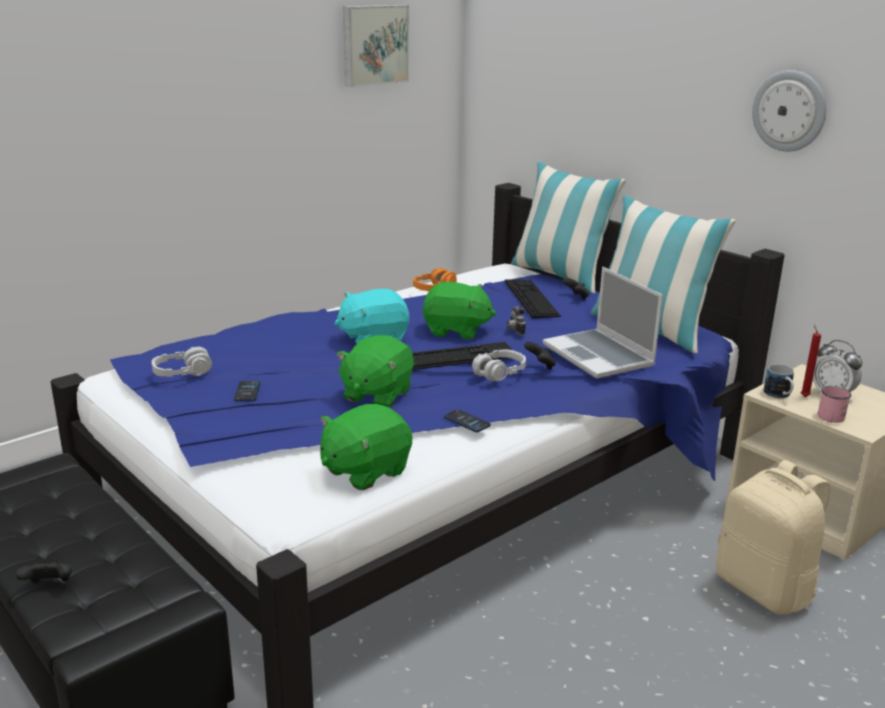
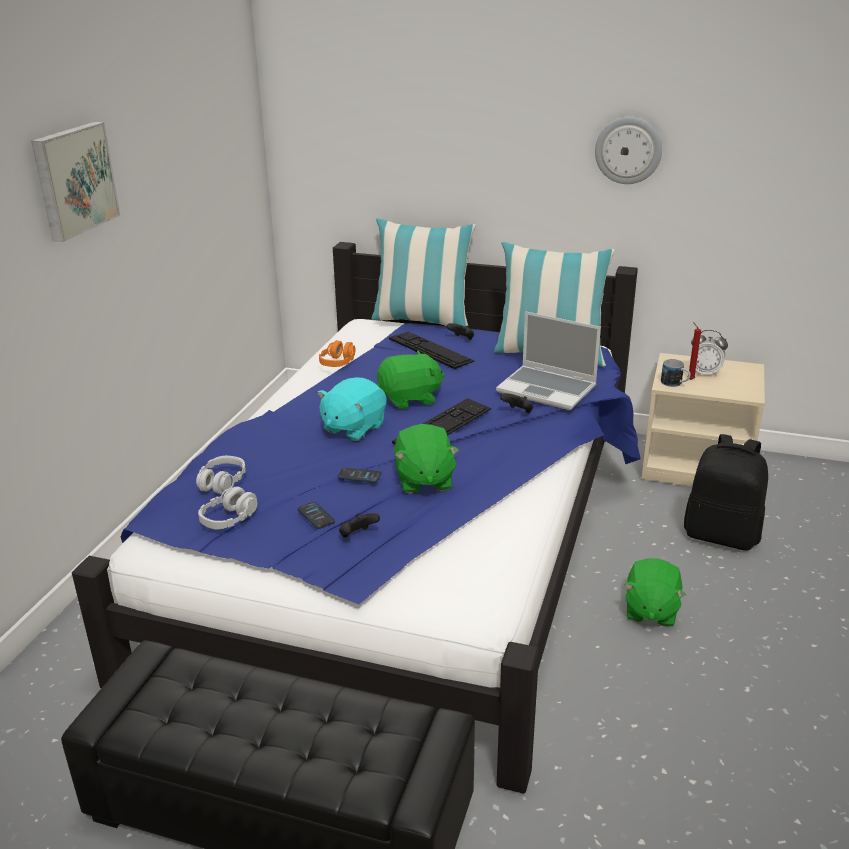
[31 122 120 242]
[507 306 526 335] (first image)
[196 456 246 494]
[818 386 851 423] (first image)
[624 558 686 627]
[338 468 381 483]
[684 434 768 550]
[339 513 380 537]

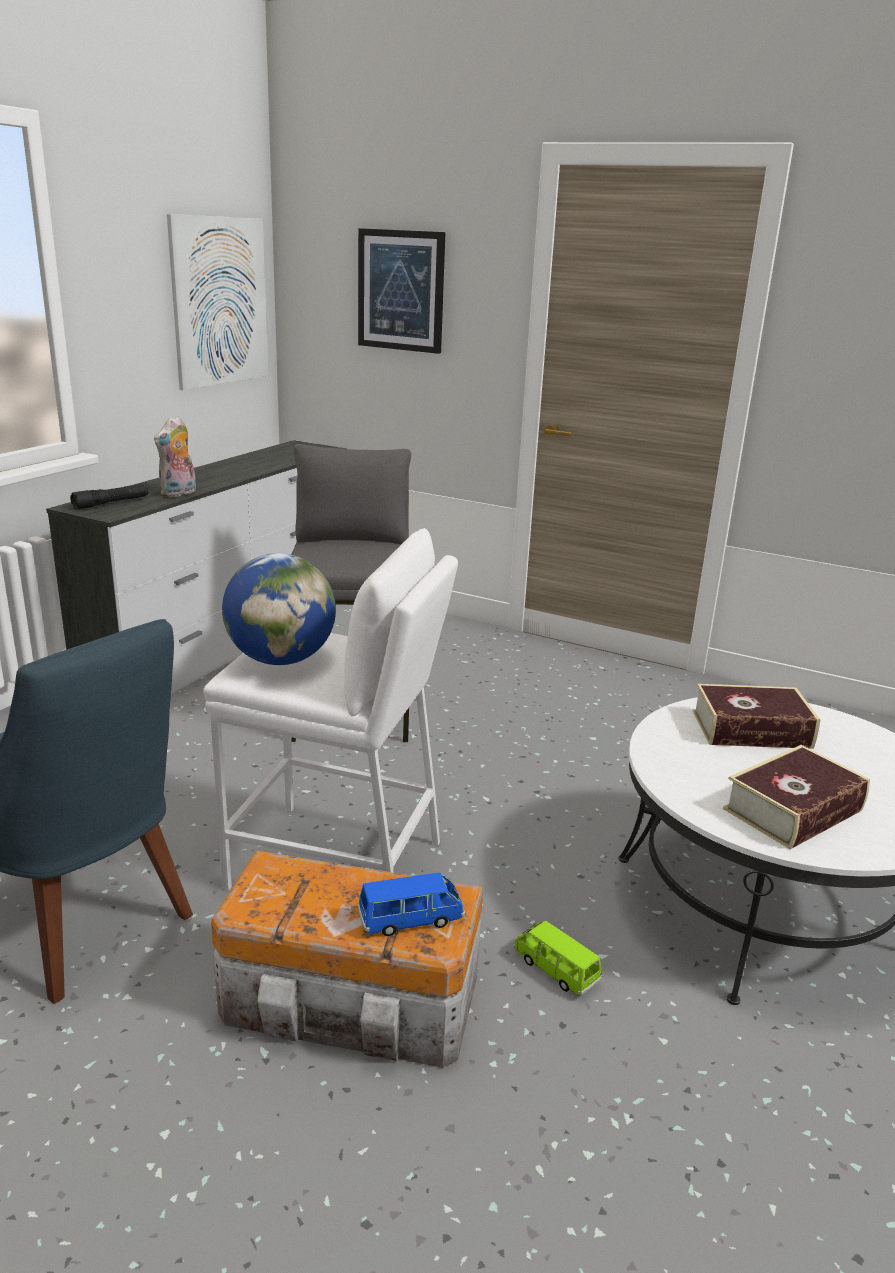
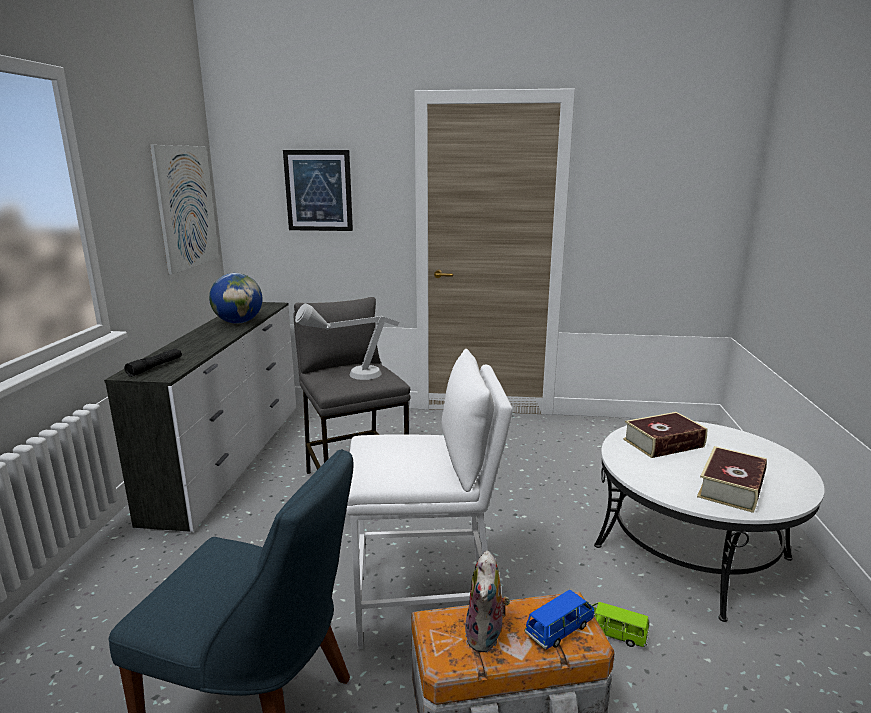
[465 550 510 652]
[209 273 262 324]
[295 303 399 380]

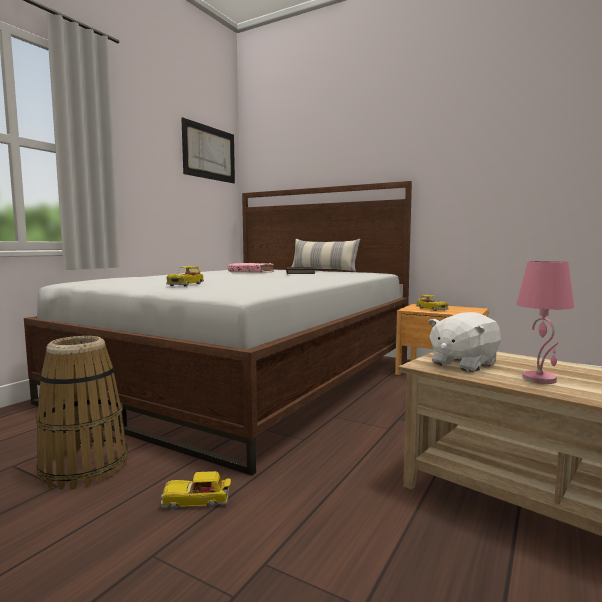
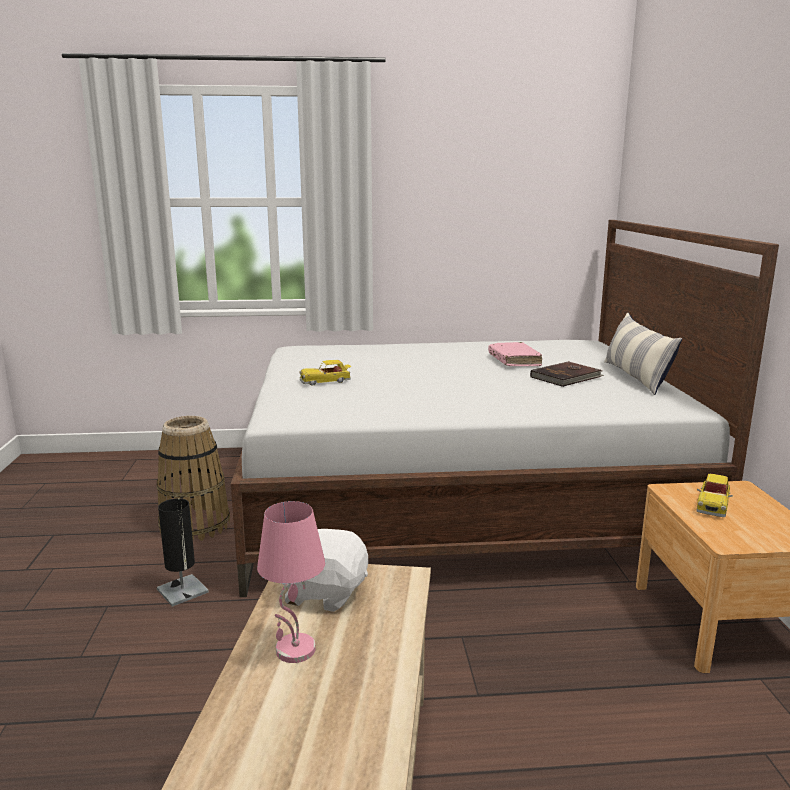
[181 117 235 183] (first image)
[157 498 209 607]

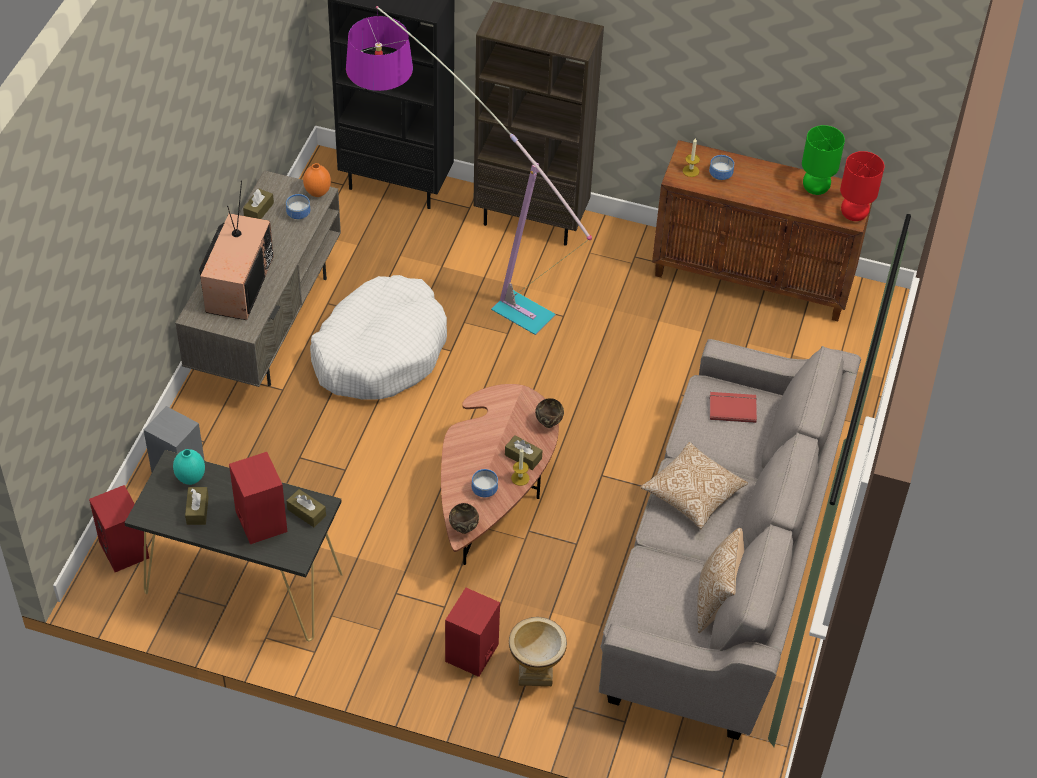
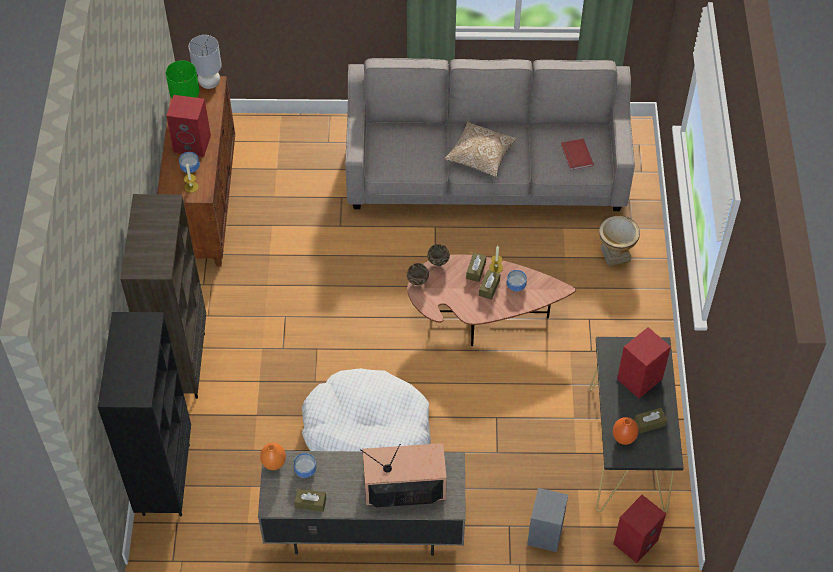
[346 6 592 335] (first image)
[189 35 222 89]
[561 138 594 171]
[613 417 639 445]
[479 270 500 300]
[407 263 429 285]
[697 528 744 633] (first image)
[166 95 211 157]

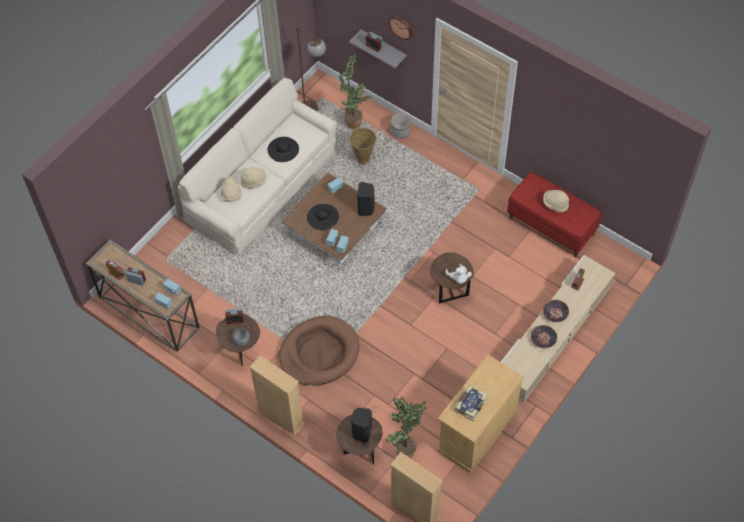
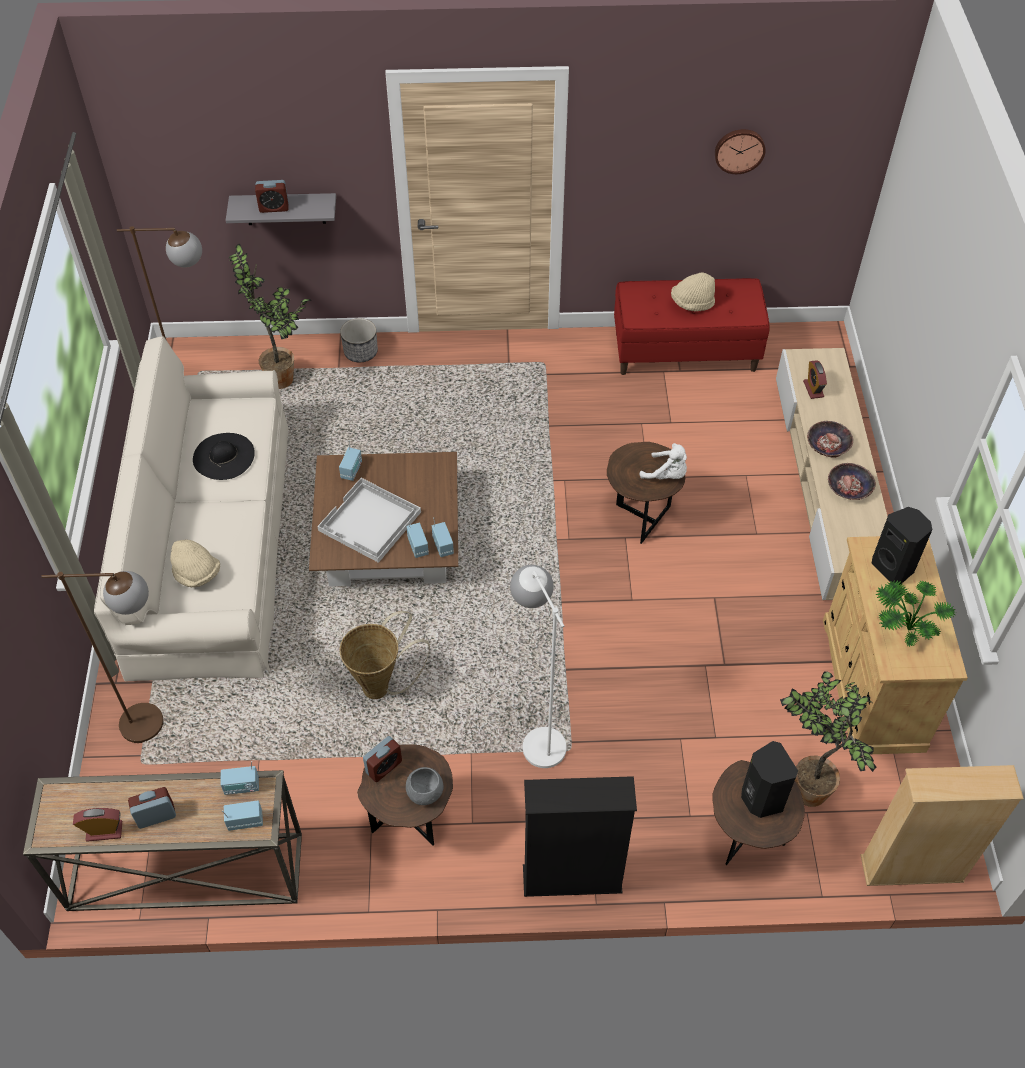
[715 129 766 174]
[340 611 430 699]
[241 167 267 189] (first image)
[872 507 932 585]
[317 478 421 563]
[510 565 567 768]
[523 776 637 897]
[875 580 956 647]
[41 571 163 743]

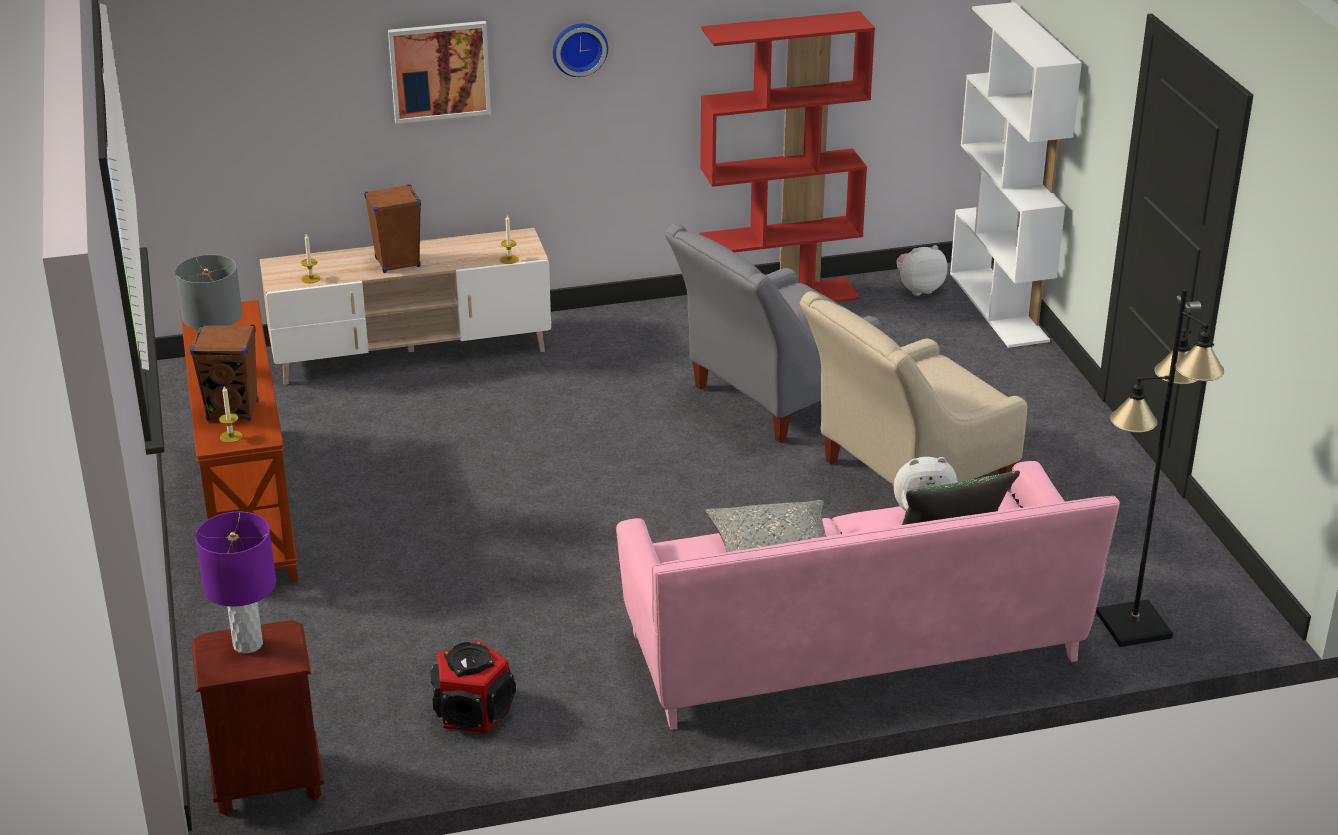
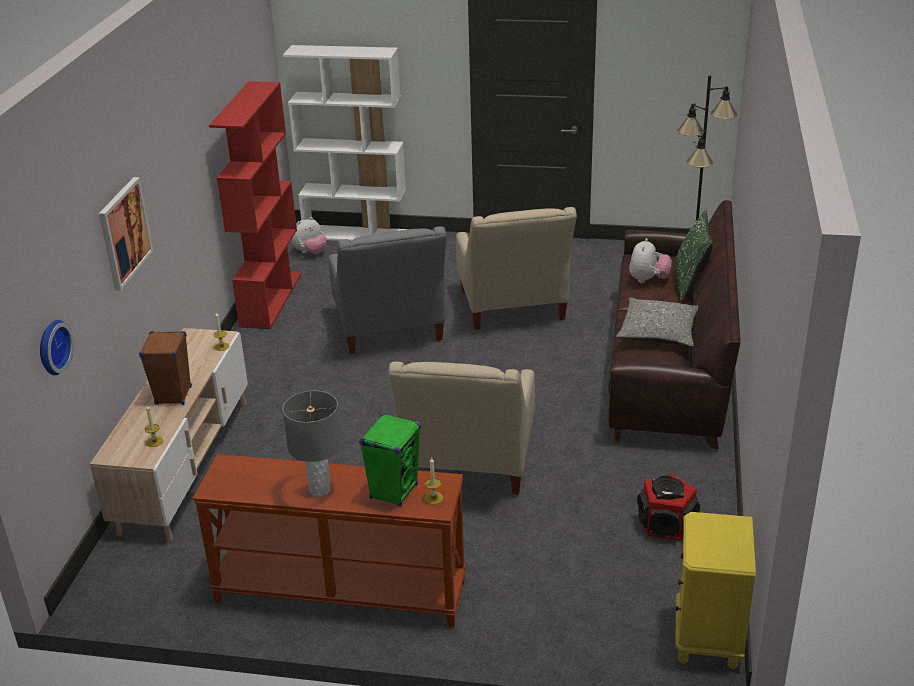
[40 320 74 375]
[291 217 327 254]
[359 413 421 507]
[608 200 741 449]
[195 512 276 654] (first image)
[675 512 756 670]
[388 361 535 495]

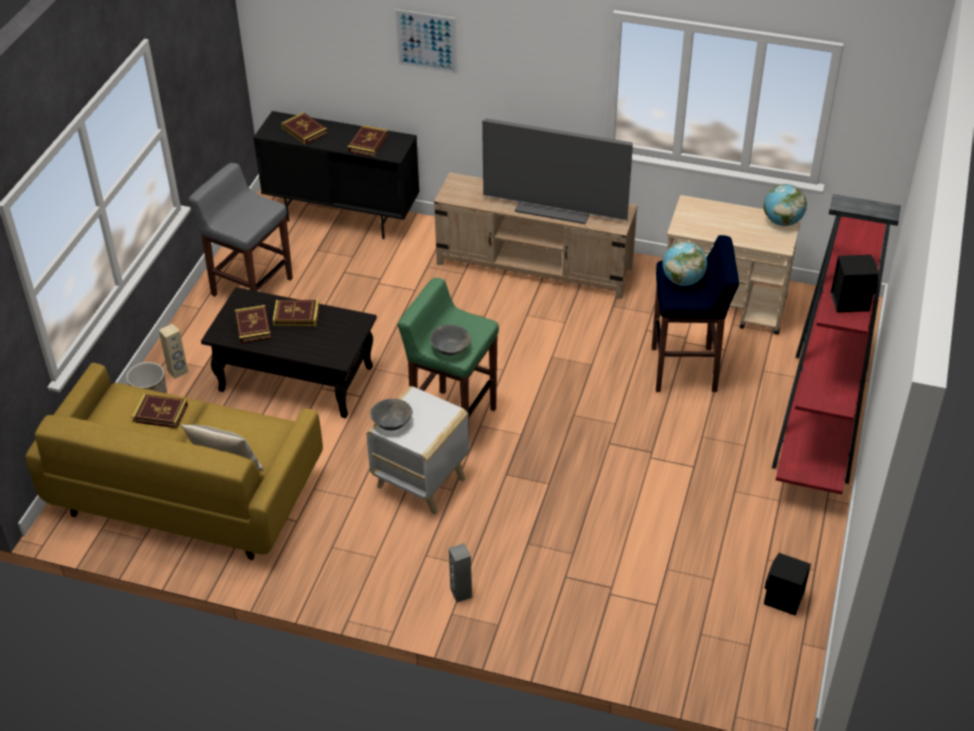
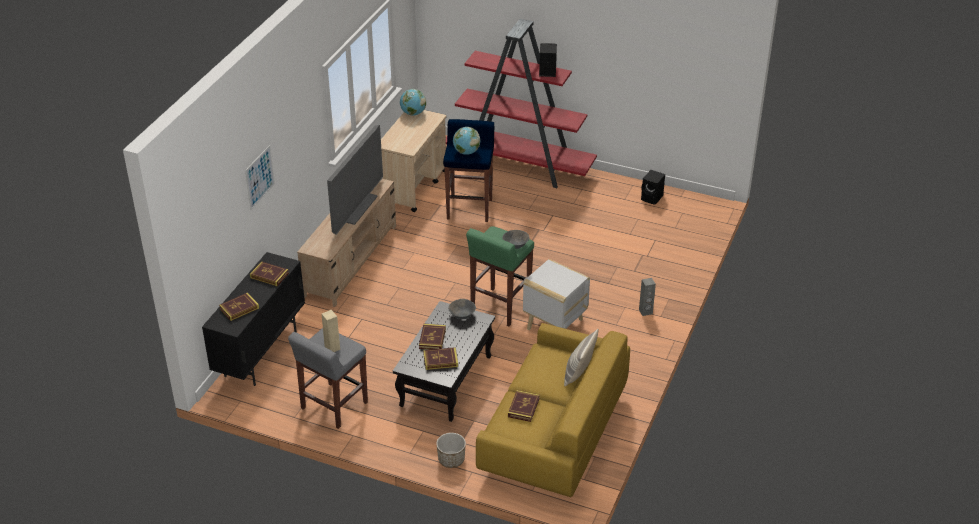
[322 310 340 352]
[448 299 476 319]

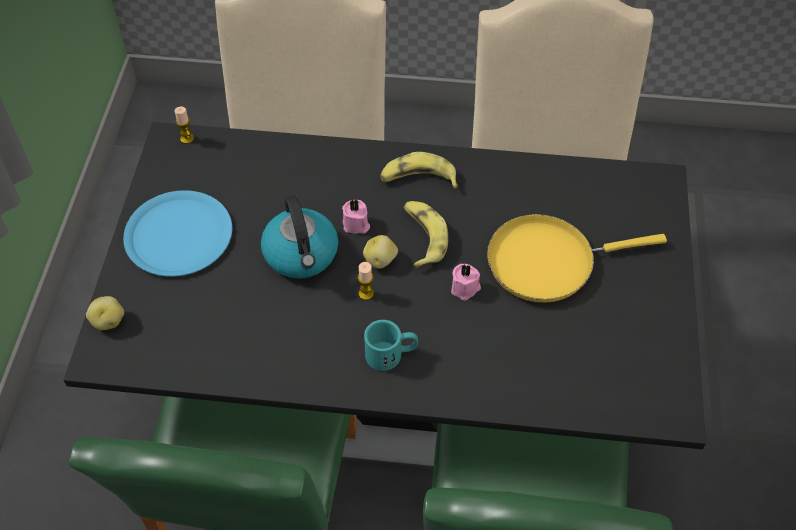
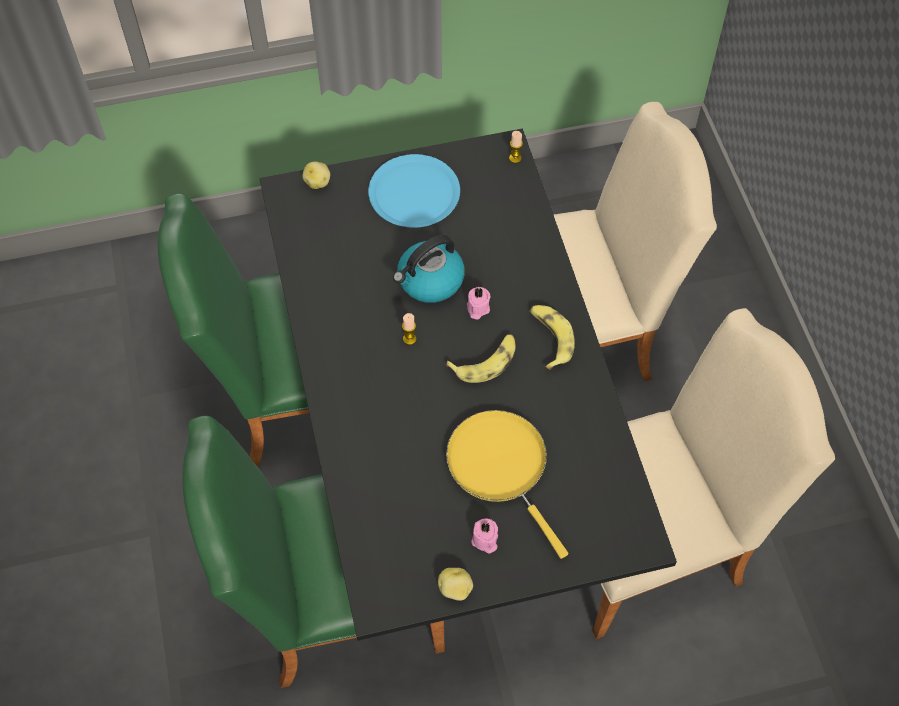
[438 568 473 601]
[471 519 498 554]
[364 320 418 371] (first image)

